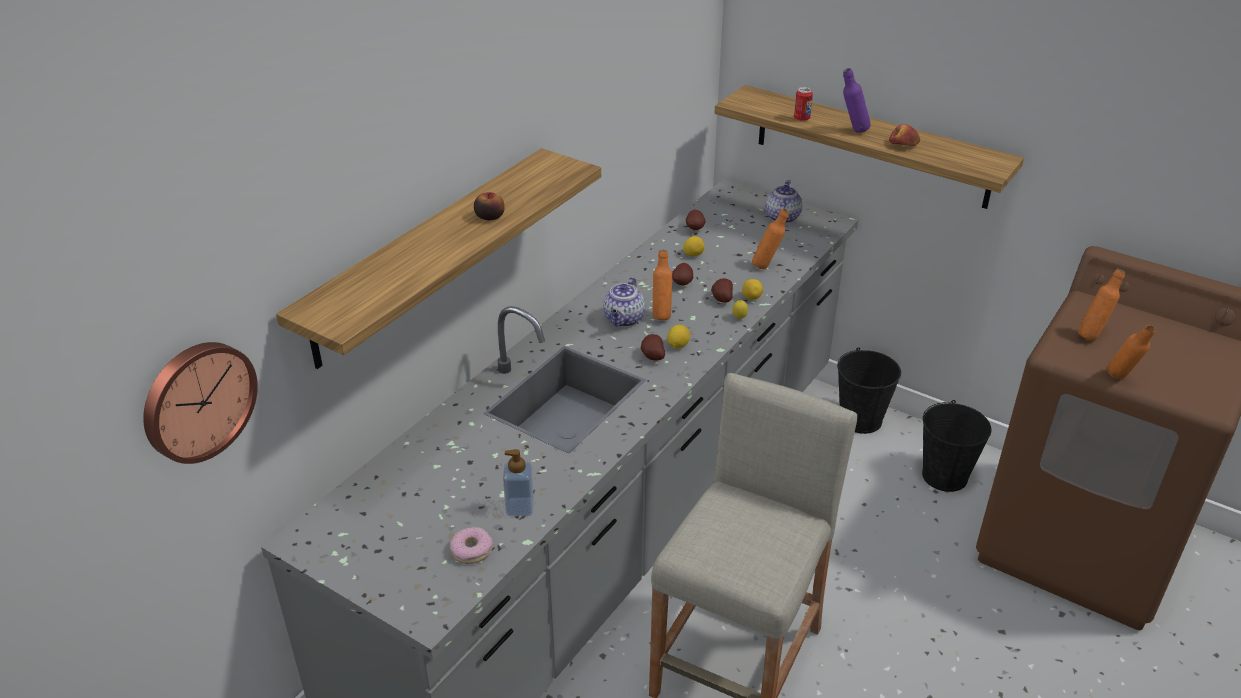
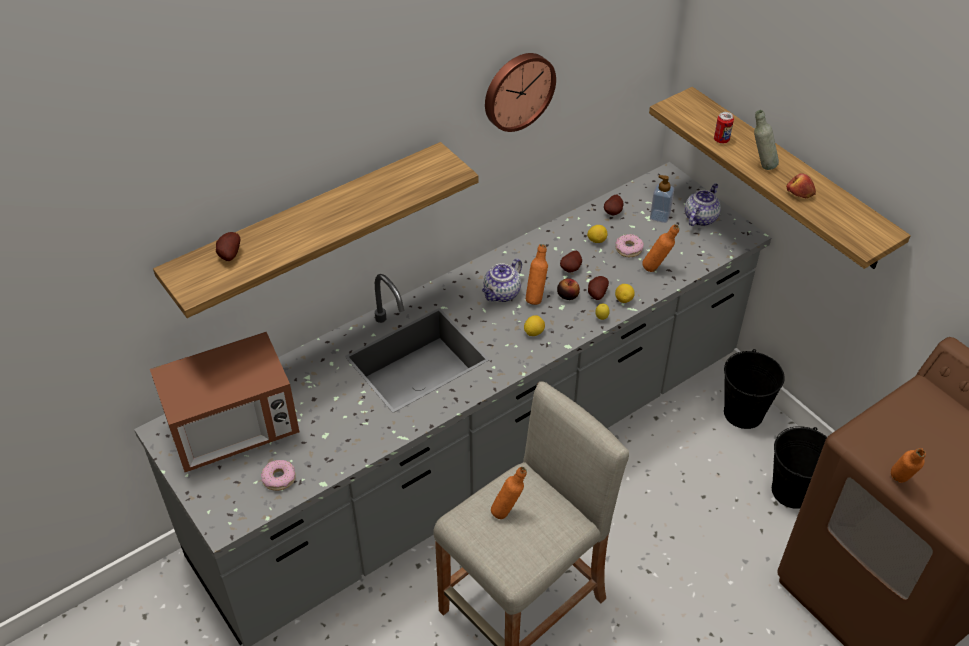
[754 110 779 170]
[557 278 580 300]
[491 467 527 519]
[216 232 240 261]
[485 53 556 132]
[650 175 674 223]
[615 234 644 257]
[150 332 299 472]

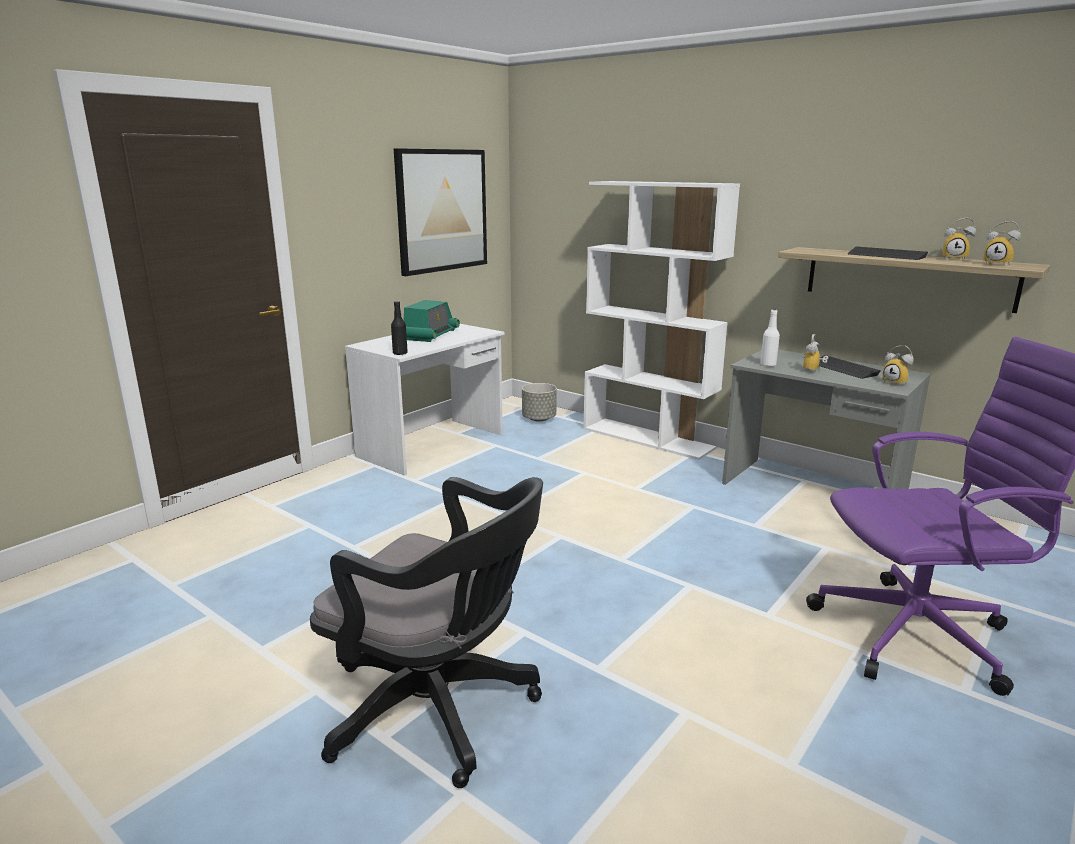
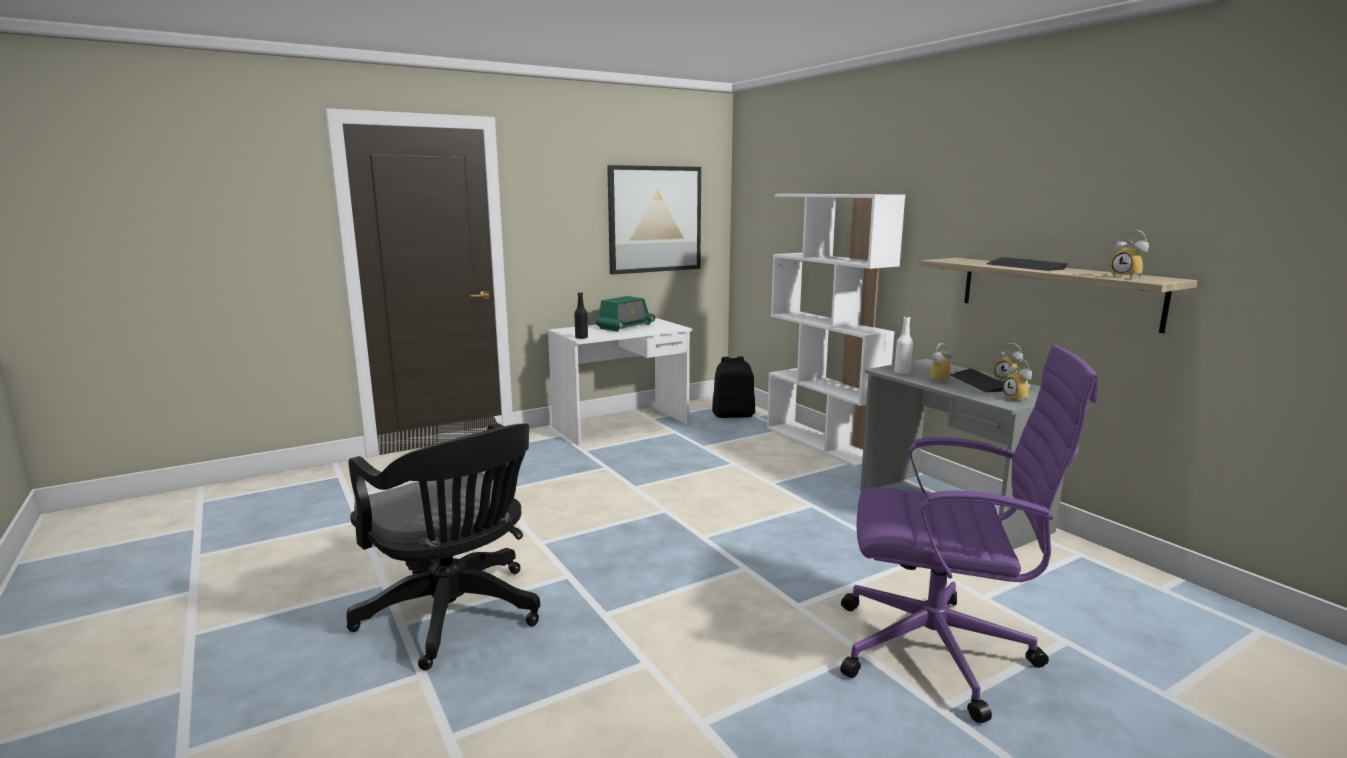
[993 343 1023 379]
[712 357 755 418]

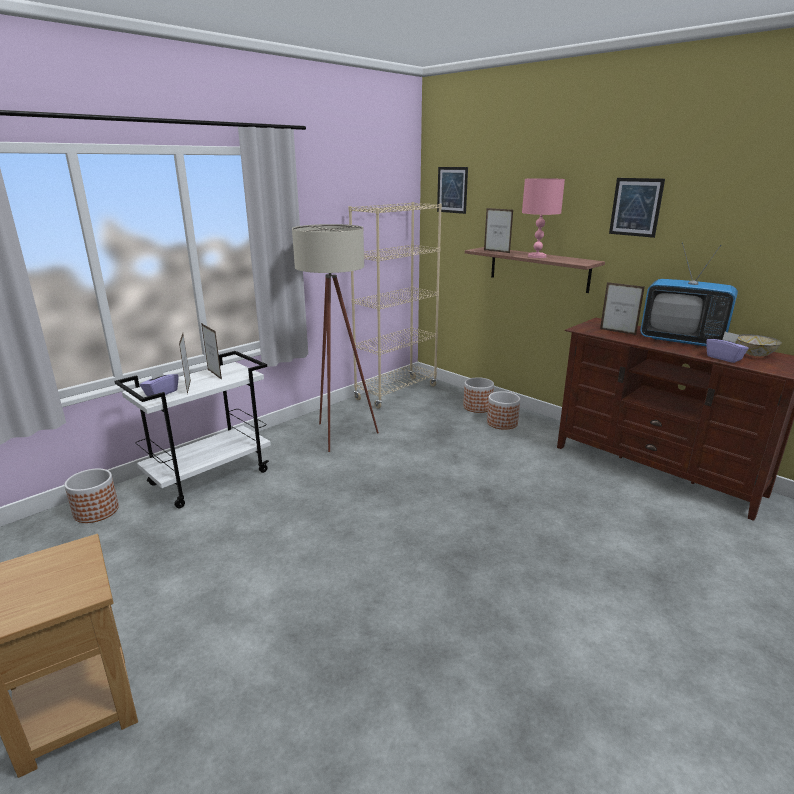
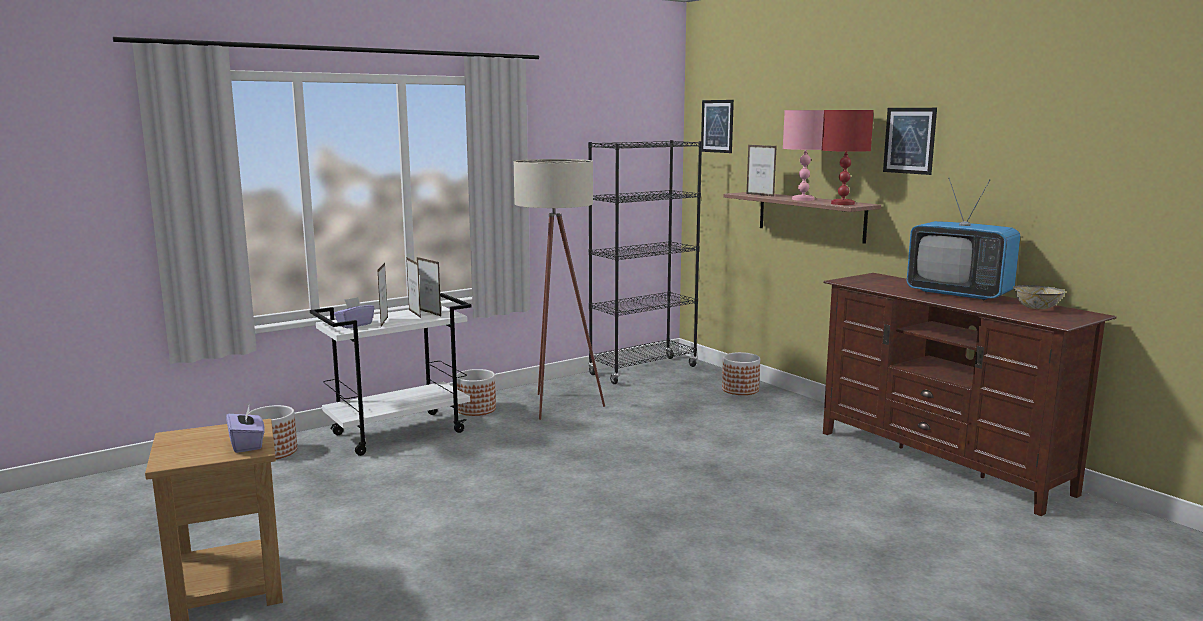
[588 140 702 384]
[417 257 441 316]
[226 403 265 453]
[456 369 496 416]
[822 110 874 205]

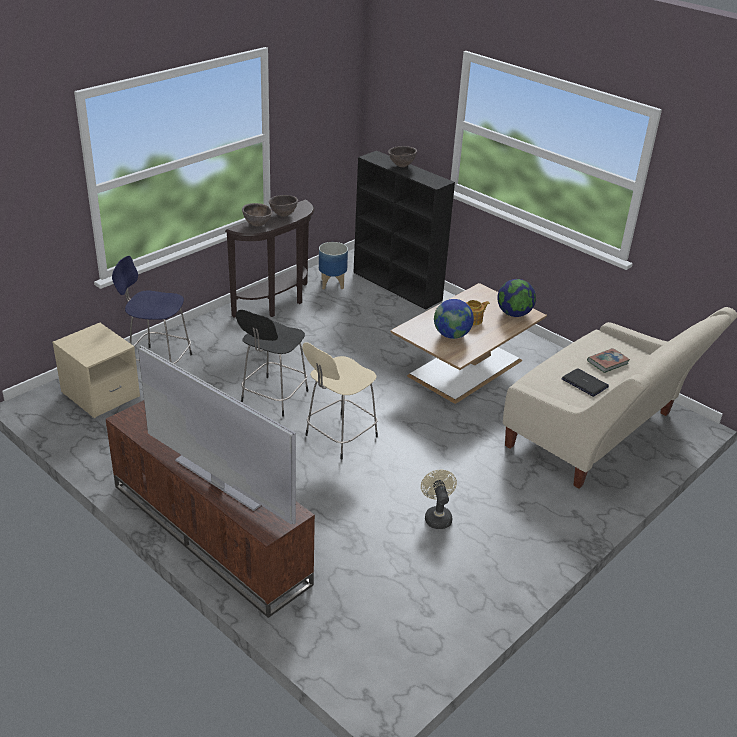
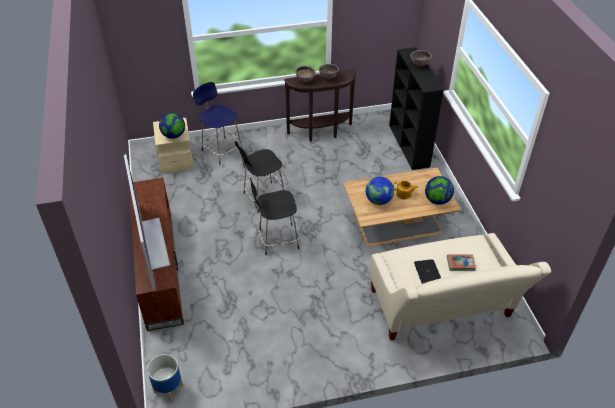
[147 354 183 402]
[250 177 300 255]
[421 470 457 529] (first image)
[159 113 185 139]

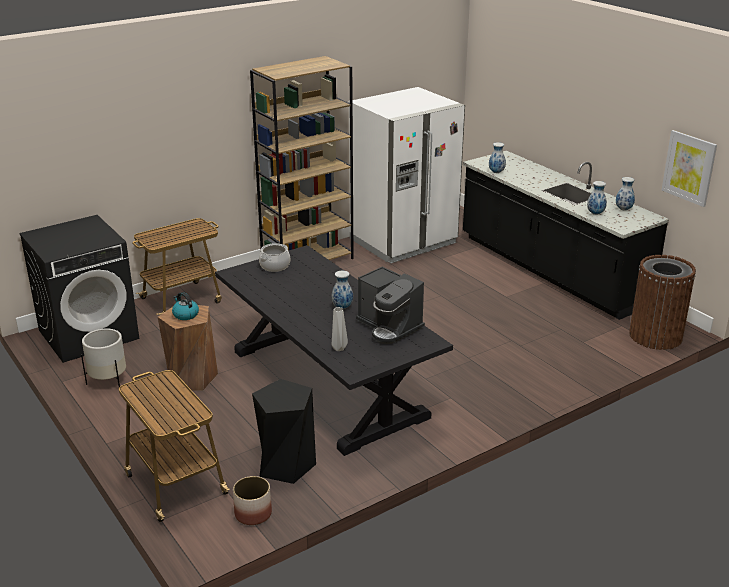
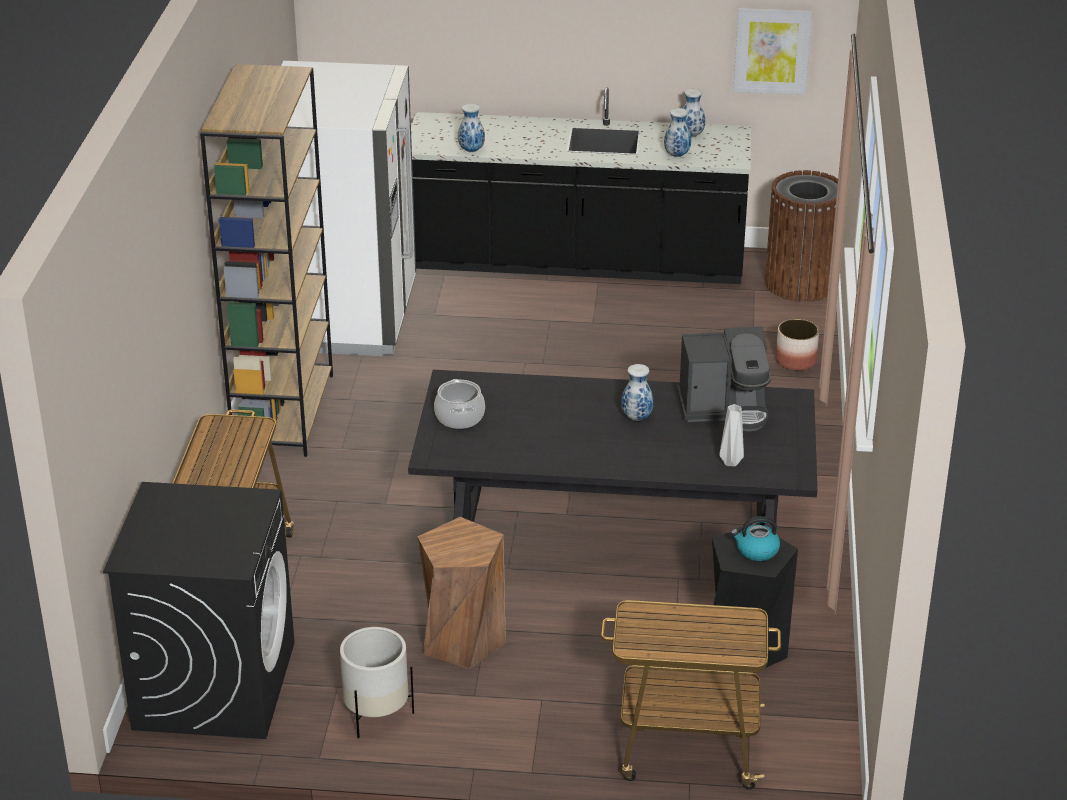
[731 516 780 561]
[776 319 819 371]

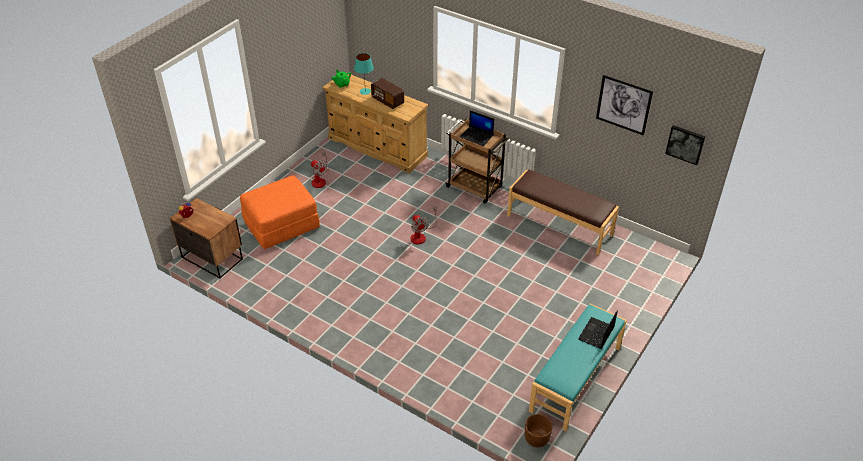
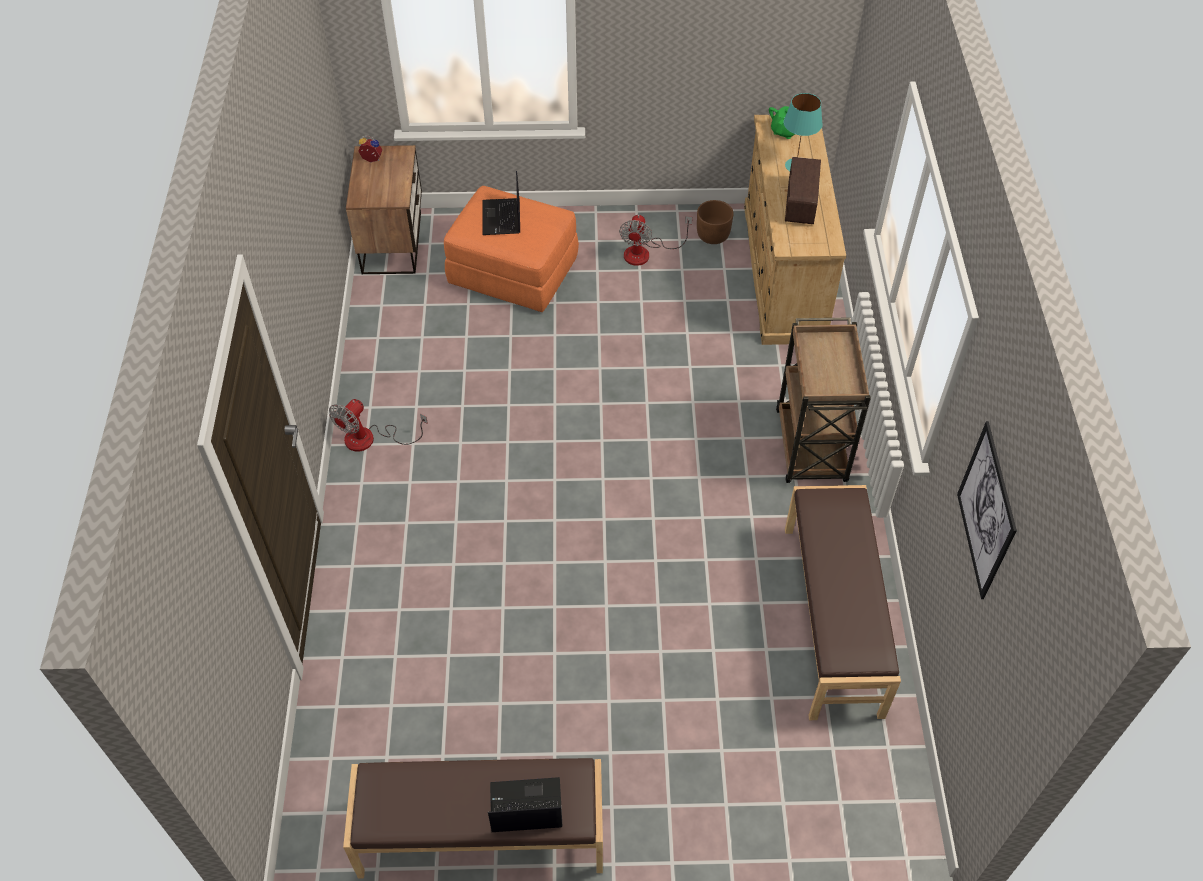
[482 171 520 235]
[665 125 705 165] (first image)
[329 399 428 452]
[343 758 603 878]
[697 200 734 244]

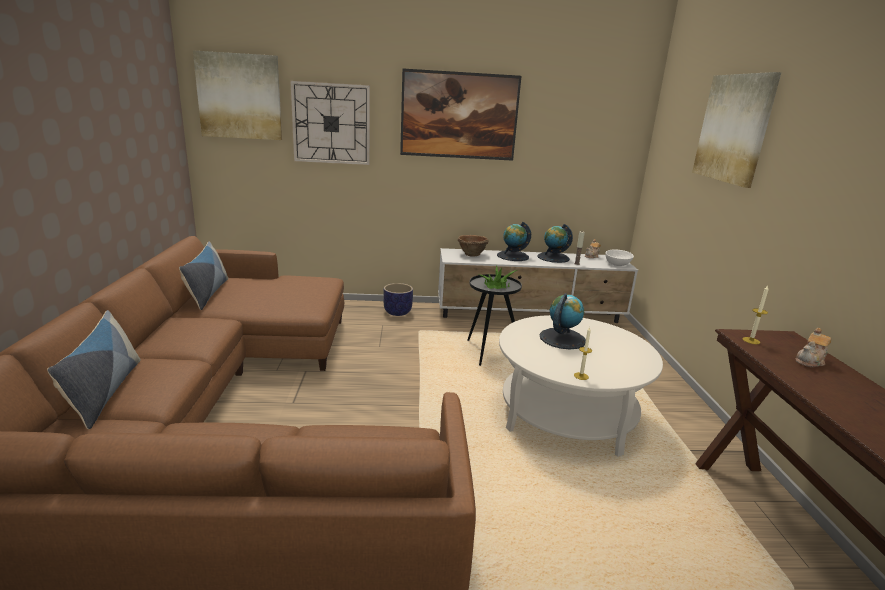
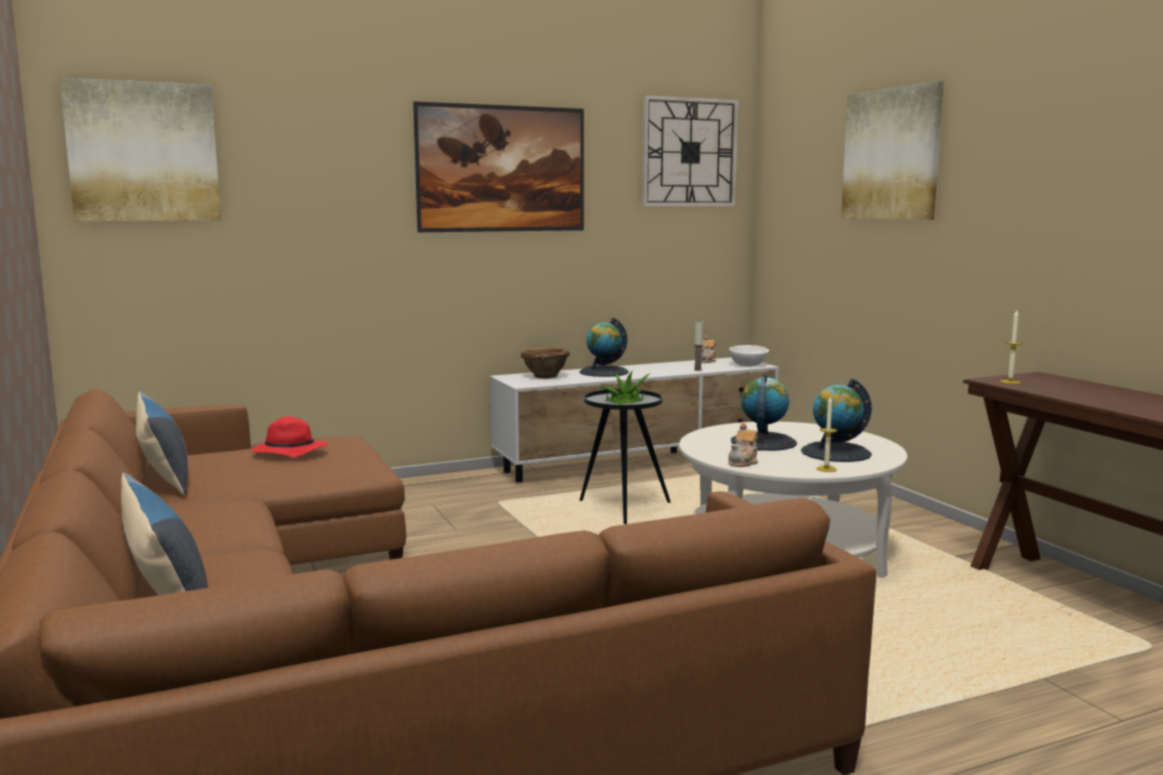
[642 95 739 207]
[801 379 872 462]
[383 283 413 316] (first image)
[728 423 758 467]
[251 417 328 457]

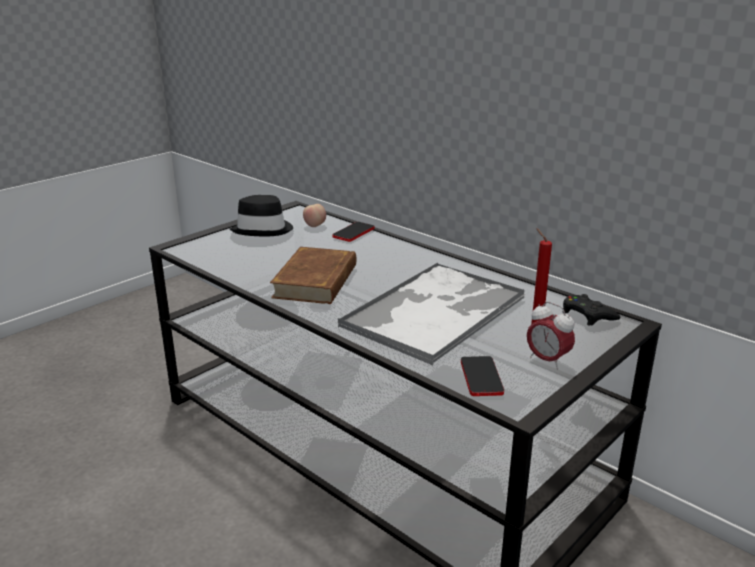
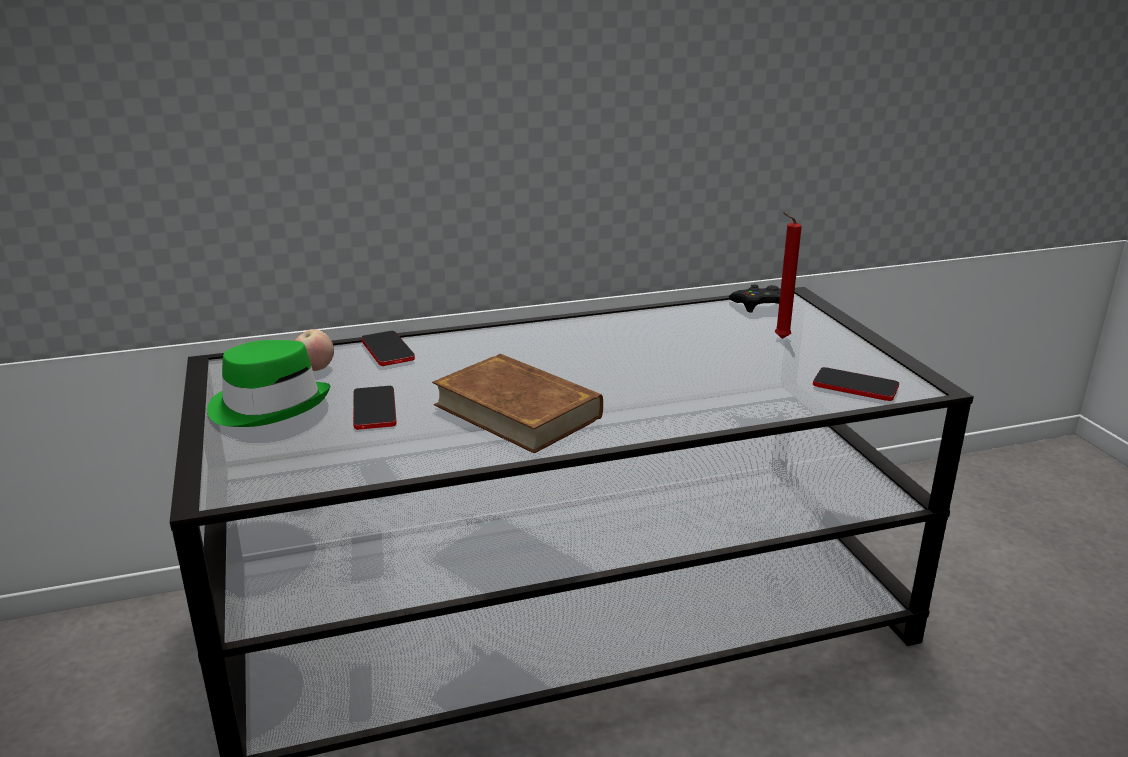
[207 340 330 427]
[337 263 526 365] (first image)
[527 302 575 370] (first image)
[353 386 397 430]

